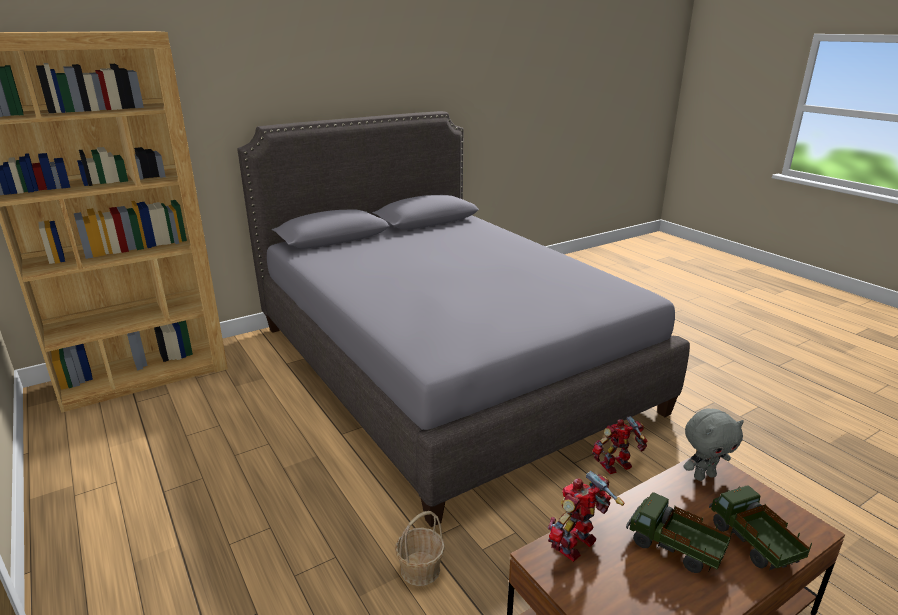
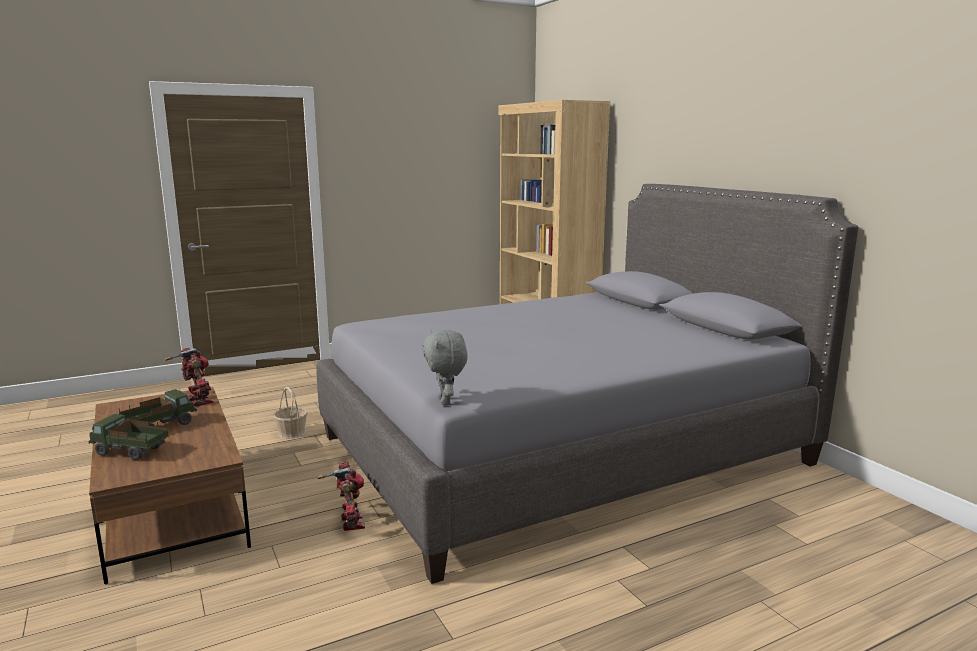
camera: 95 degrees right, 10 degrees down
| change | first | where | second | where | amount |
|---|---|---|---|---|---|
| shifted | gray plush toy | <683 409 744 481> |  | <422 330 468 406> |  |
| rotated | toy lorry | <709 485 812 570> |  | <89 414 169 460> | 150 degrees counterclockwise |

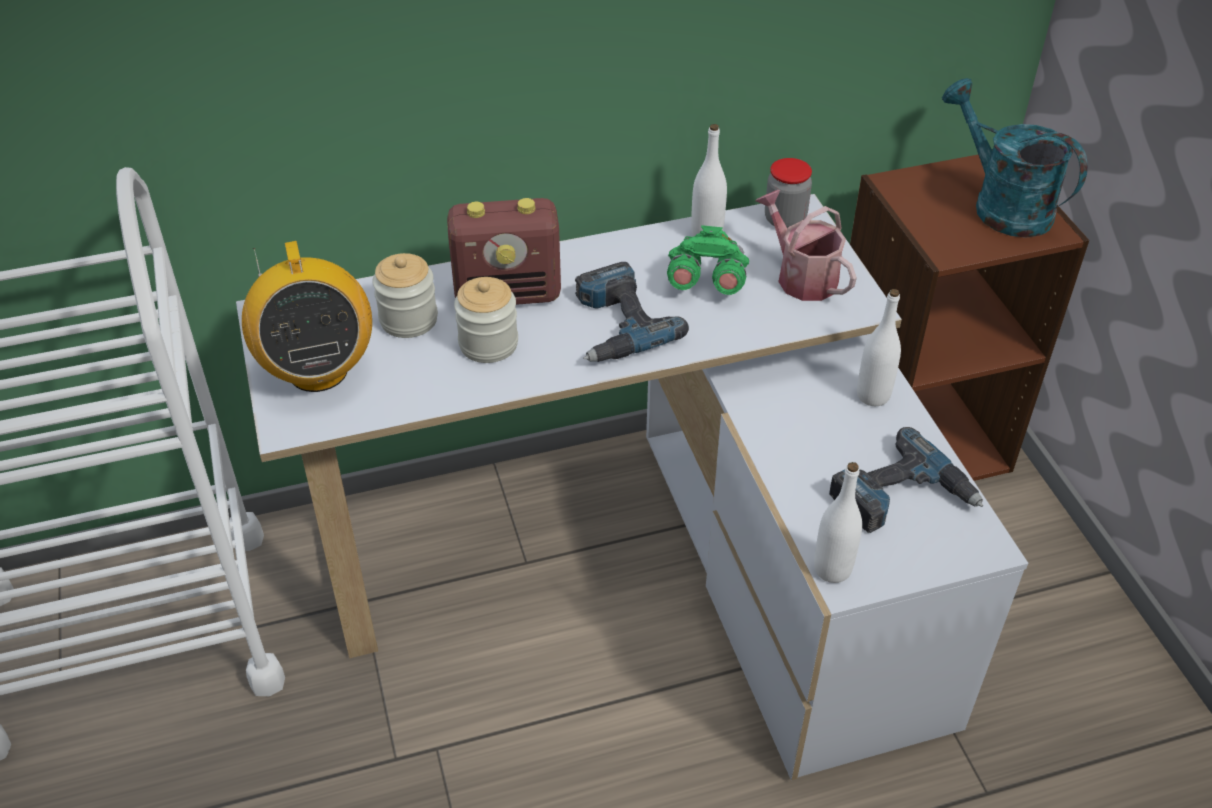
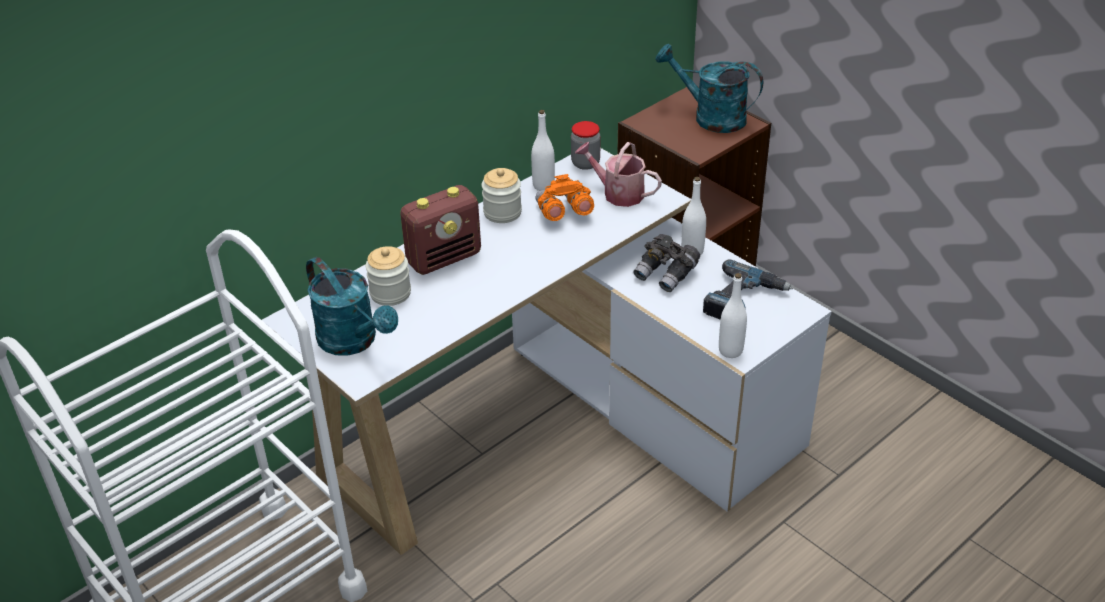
camera: 25 degrees left, 5 degrees down
| change | first | where | second | where | amount |
|---|---|---|---|---|---|
| repainted | green-coloured field glasses | <667 225 749 295> | orangey field glasses | <535 174 594 221> |  |
| swapped | radio receiver | <242 241 372 392> | turquoise-coloured watering pot | <306 257 398 356> |  |
| gone | electric drill | <575 262 689 362> |  |  |  |
| shifted | storage jar | <454 277 518 363> |  | <482 168 522 223> |  |
| new |  |  | gray field glasses | <633 234 700 292> |  |

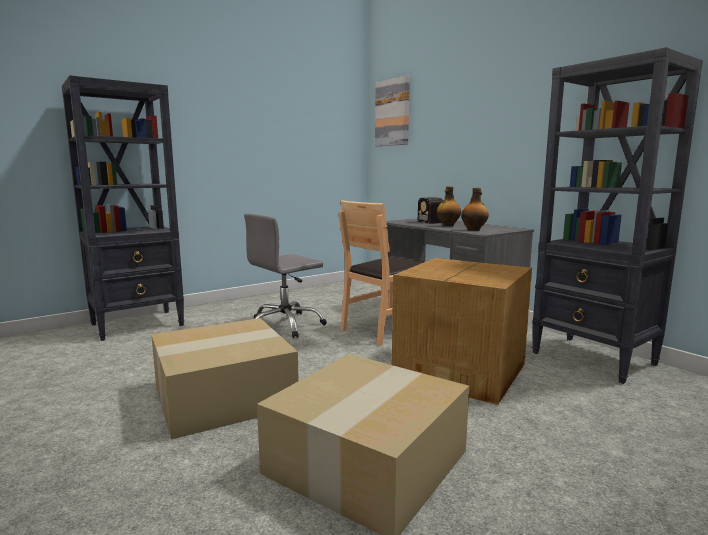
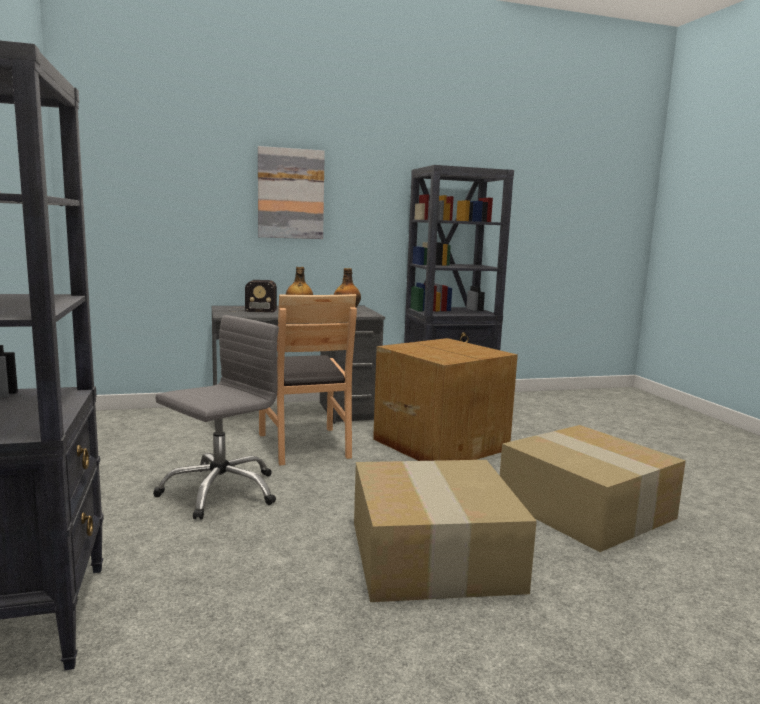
camera: 70 degrees left, 0 degrees up
| change | first | where | second | where | amount |
|---|---|---|---|---|---|
| shifted | picture | <375 75 410 146> |  | <258 146 325 239> |  |
| rotated | gray computer chair | <244 214 327 338> |  | <153 315 279 520> | 120 degrees counterclockwise |

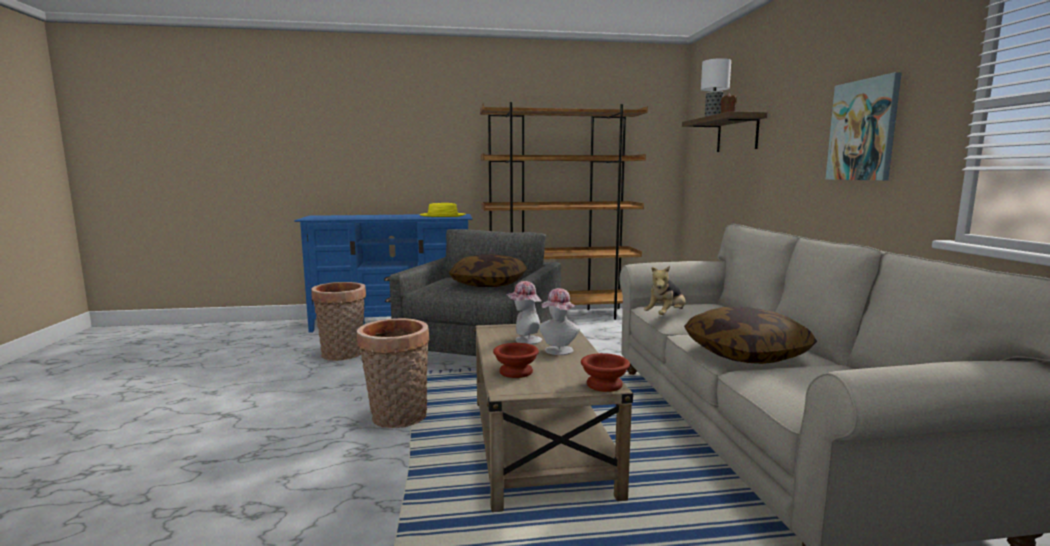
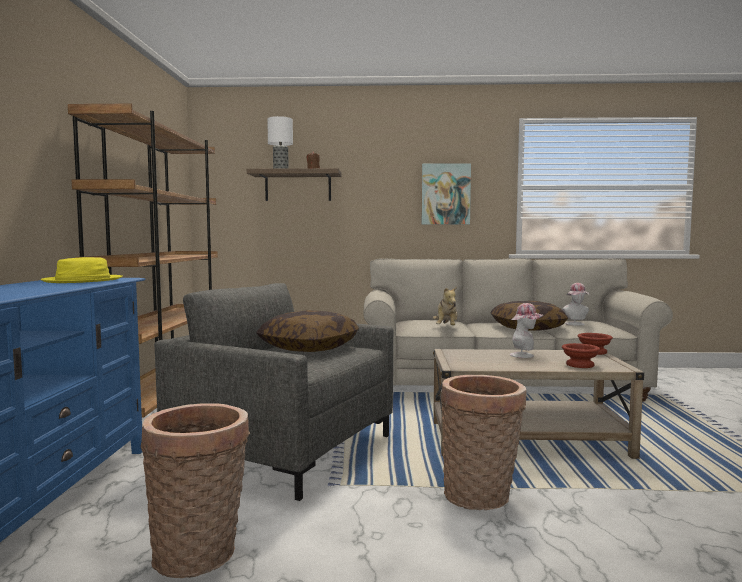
camera: 80 degrees left, 5 degrees down
| change | first | where | second | where | amount |
|---|---|---|---|---|---|
| rotated | plush toy | <644 266 686 315> |  | <433 286 458 325> | 45 degrees clockwise |
| shifted | wearable hat | <506 281 542 344> |  | <562 283 590 326> |  |

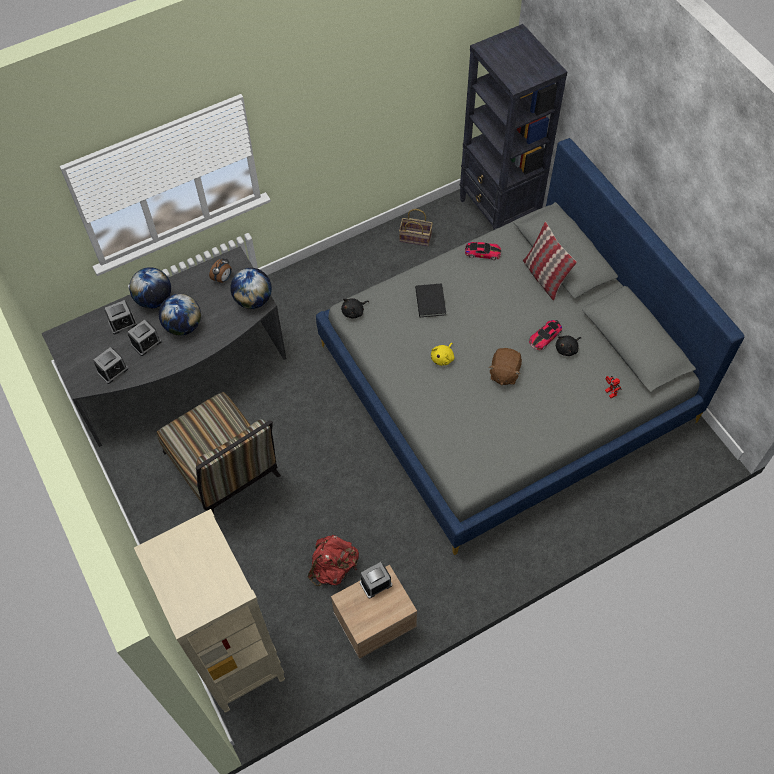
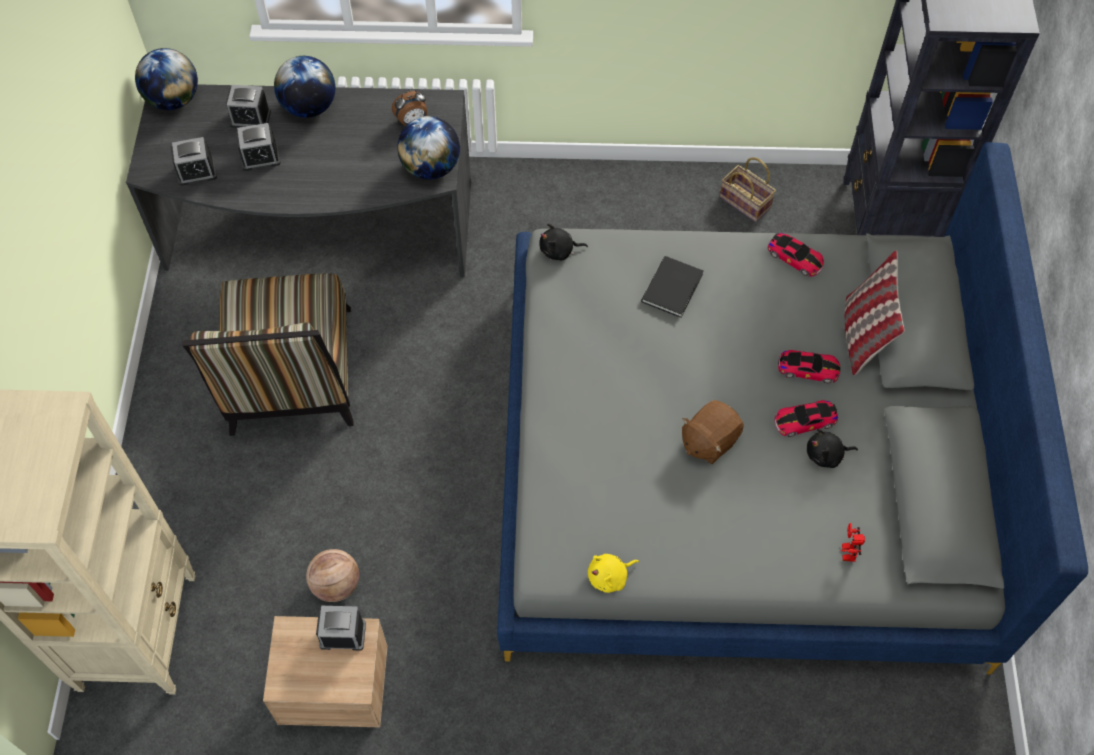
camera: 30 degrees right, 0 degrees up
| change | first | where | second | where | amount |
|---|---|---|---|---|---|
| shifted | globe | <159 294 201 335> |  | <135 48 198 110> |  |
| shifted | yellow plush toy | <431 343 454 366> |  | <588 554 639 593> |  |
| swapped | red-coloured knapsack | <308 535 359 586> | basketball | <306 549 359 602> |  |
| new |  |  | miniature car | <778 350 841 384> |  |

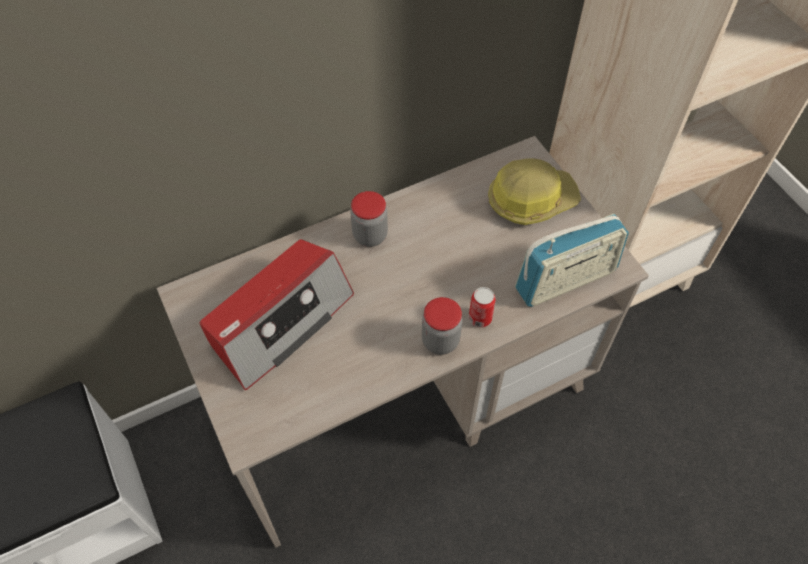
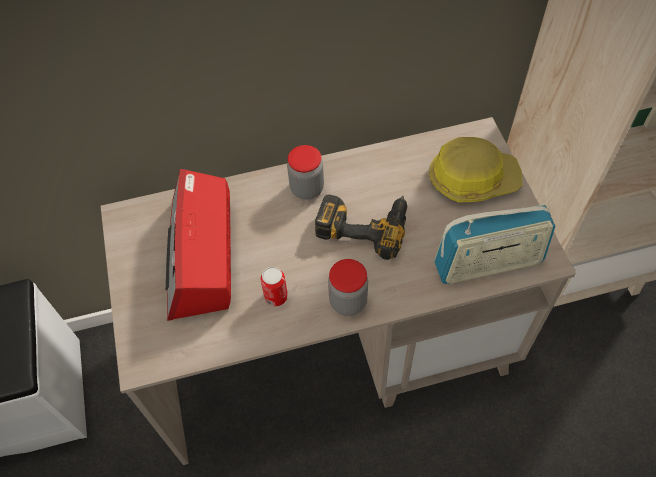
camera: 15 degrees right, 0 degrees up
| change | first | where | second | where | amount |
|---|---|---|---|---|---|
| rotated | radio receiver | <199 239 354 390> |  | <166 169 231 321> | 120 degrees clockwise |
| shifted | can | <469 287 496 328> |  | <260 267 288 306> |  |
| new |  |  | electric drill | <315 194 407 260> |  |

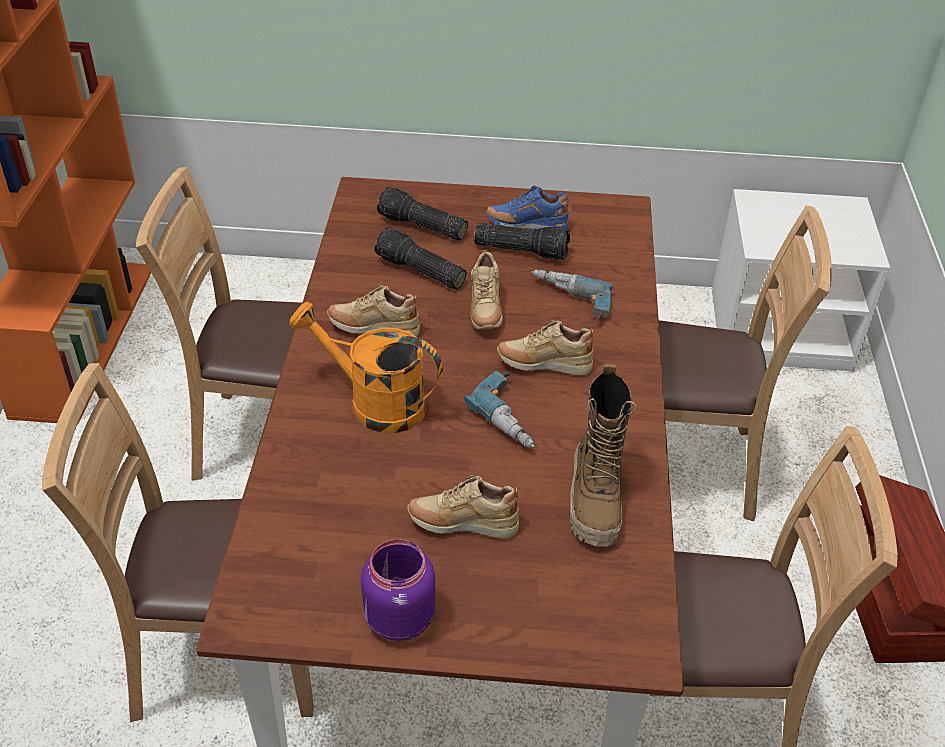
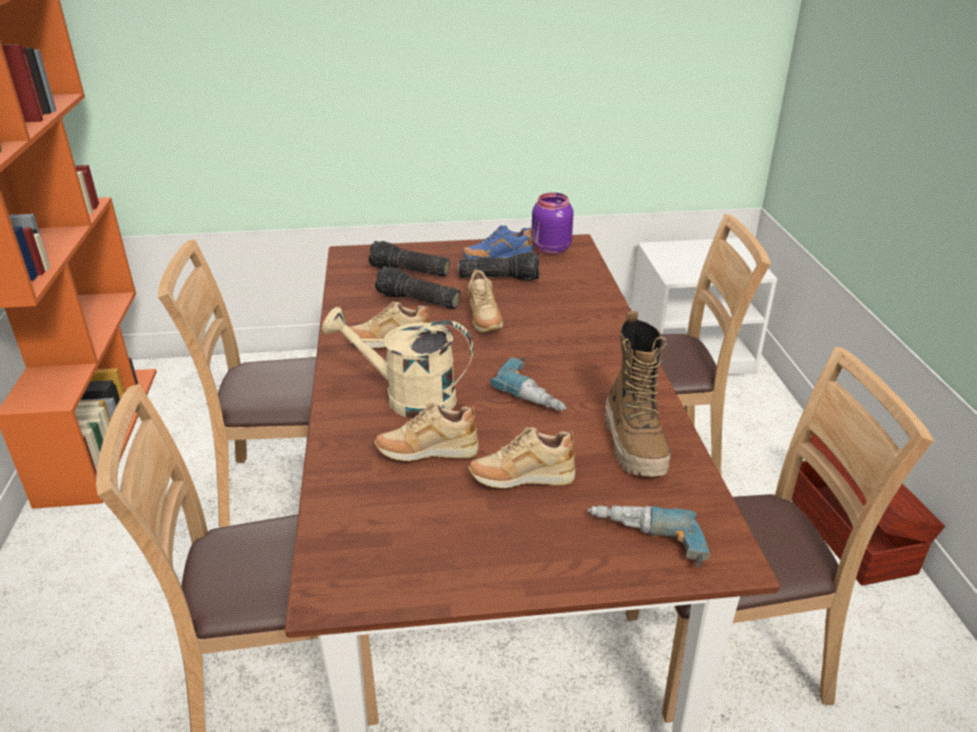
camera: 10 degrees left, 10 degrees down
| change | first | where | second | where | amount |
|---|---|---|---|---|---|
| shifted | electric drill | <531 269 613 320> |  | <588 505 710 567> |  |
| repainted | orangey watering pot | <289 302 443 433> | beige watering pot | <322 307 473 418> |  |
| shifted | beige item of footwear | <497 320 593 376> |  | <374 402 479 461> |  |
| shifted | purple-coloured storage jar | <361 539 435 641> |  | <531 193 574 255> |  |

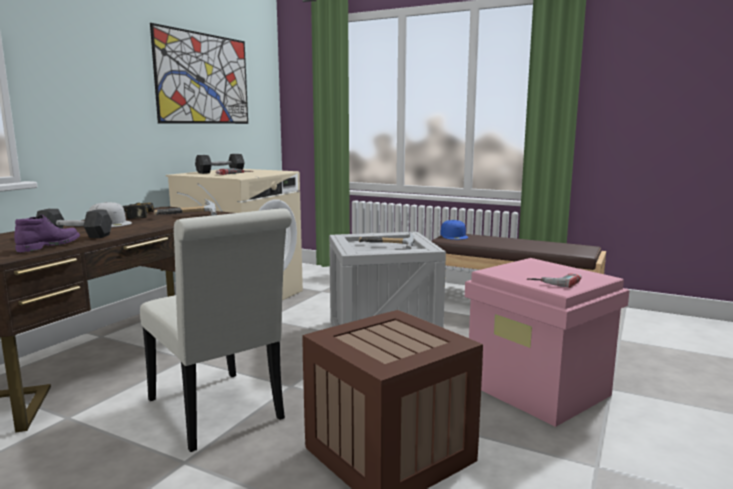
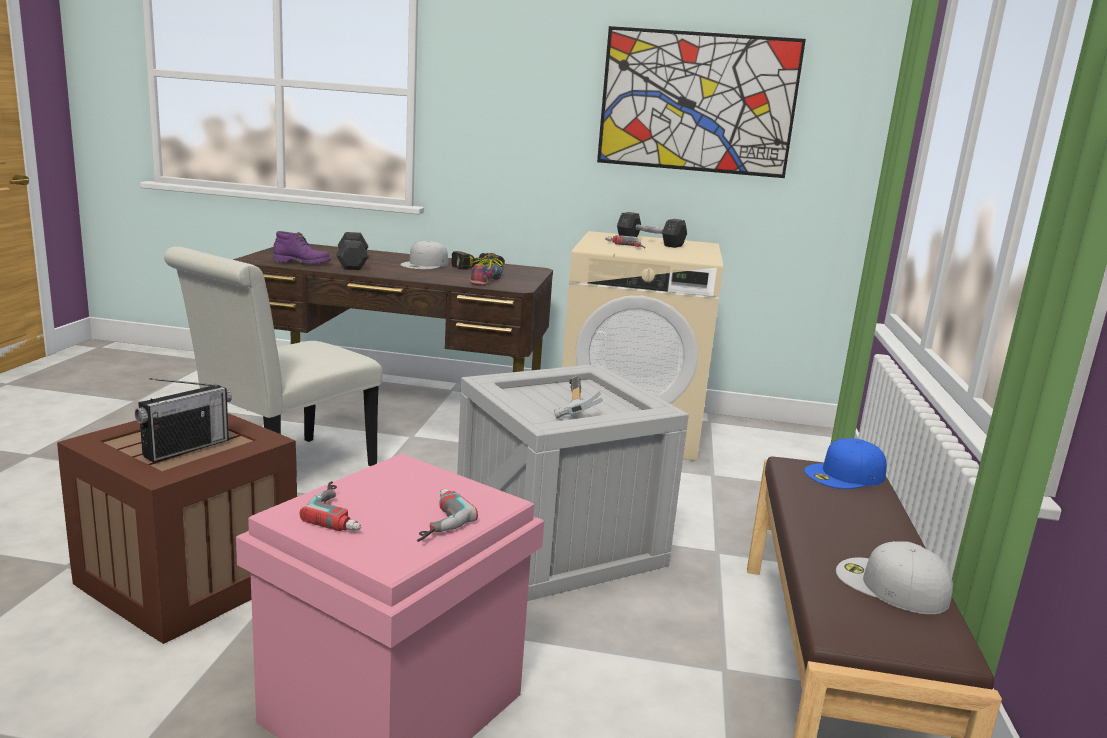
camera: 70 degrees right, 5 degrees up
| change | first | where | second | where | amount |
|---|---|---|---|---|---|
| swapped | tool hammer | <154 199 217 216> | item of footwear | <470 258 503 286> |  |
| new |  |  | radio receiver | <135 378 232 462> |  |
| new |  |  | electric drill | <417 489 478 542> |  |
| new |  |  | whitish baseball cap | <836 541 953 614> |  |

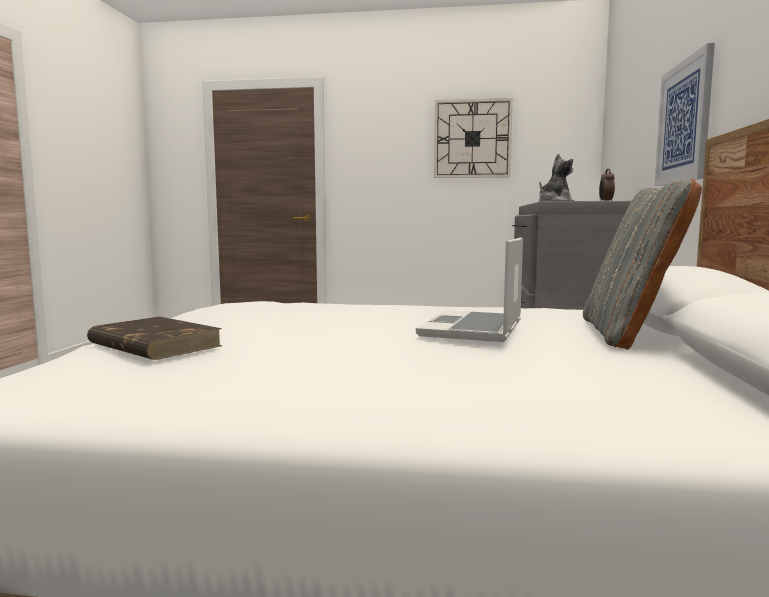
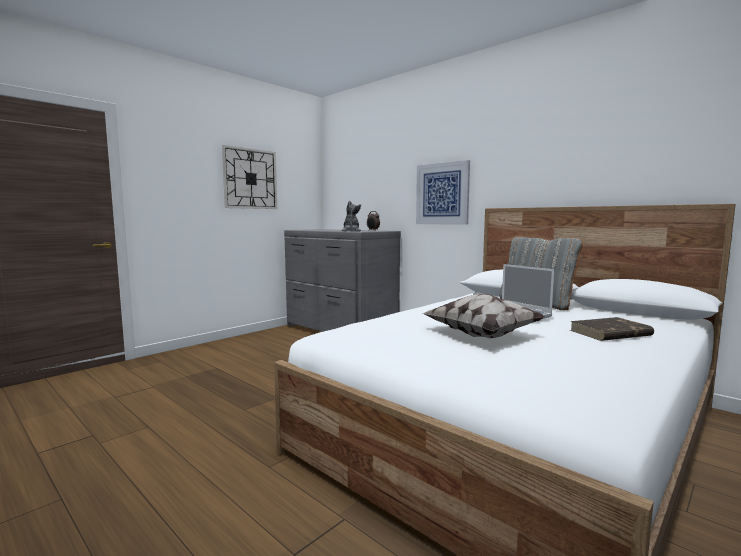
camera: 55 degrees left, 0 degrees up
| change | first | where | second | where | amount |
|---|---|---|---|---|---|
| shifted | brownish volume | <87 316 222 360> |  | <570 317 654 341> |  |
| new |  |  | cushion | <422 293 545 338> |  |

